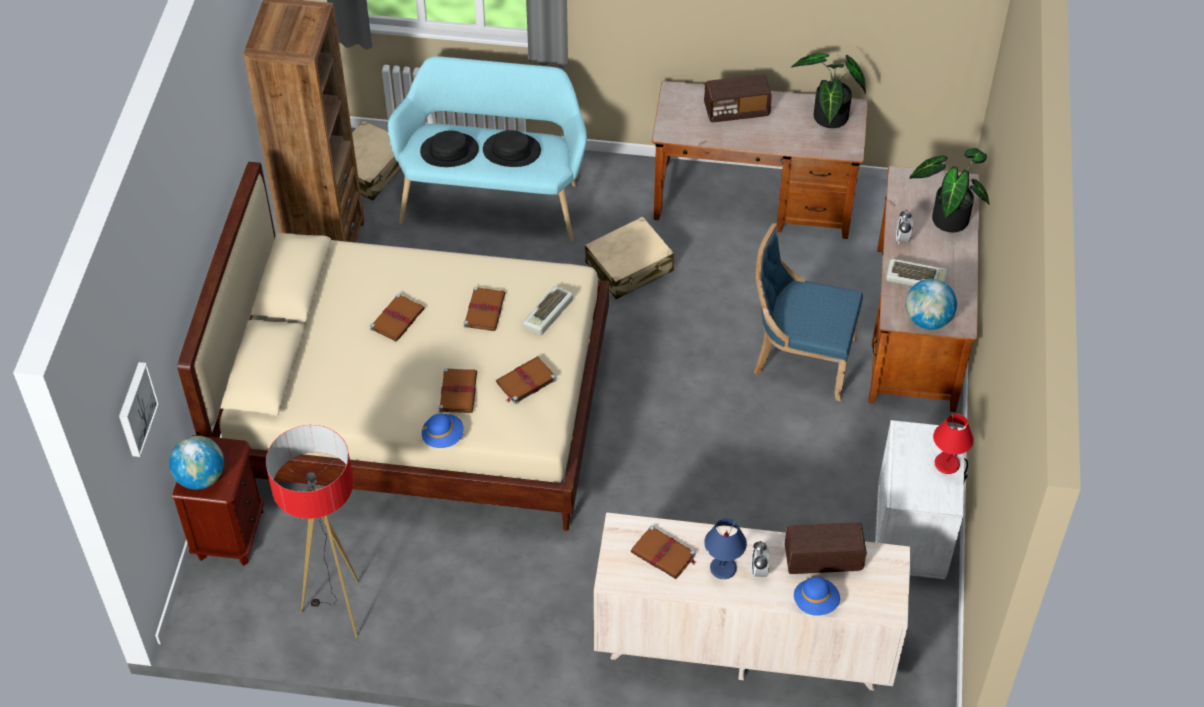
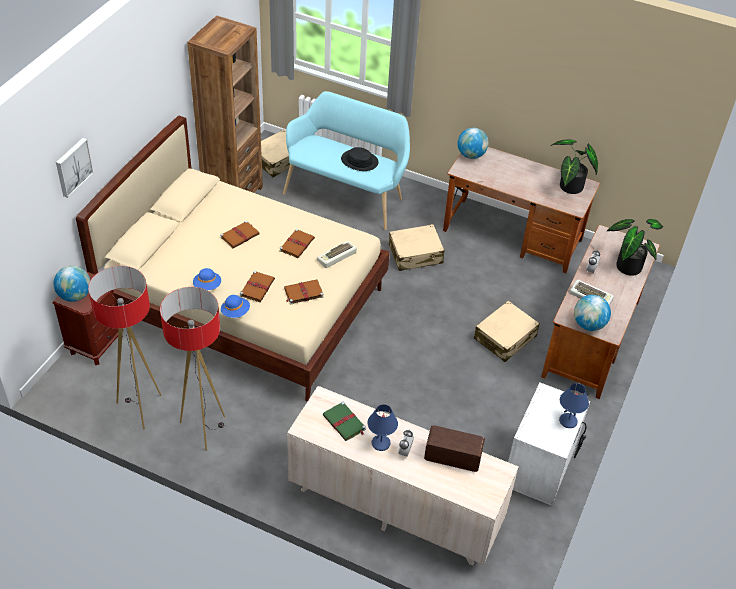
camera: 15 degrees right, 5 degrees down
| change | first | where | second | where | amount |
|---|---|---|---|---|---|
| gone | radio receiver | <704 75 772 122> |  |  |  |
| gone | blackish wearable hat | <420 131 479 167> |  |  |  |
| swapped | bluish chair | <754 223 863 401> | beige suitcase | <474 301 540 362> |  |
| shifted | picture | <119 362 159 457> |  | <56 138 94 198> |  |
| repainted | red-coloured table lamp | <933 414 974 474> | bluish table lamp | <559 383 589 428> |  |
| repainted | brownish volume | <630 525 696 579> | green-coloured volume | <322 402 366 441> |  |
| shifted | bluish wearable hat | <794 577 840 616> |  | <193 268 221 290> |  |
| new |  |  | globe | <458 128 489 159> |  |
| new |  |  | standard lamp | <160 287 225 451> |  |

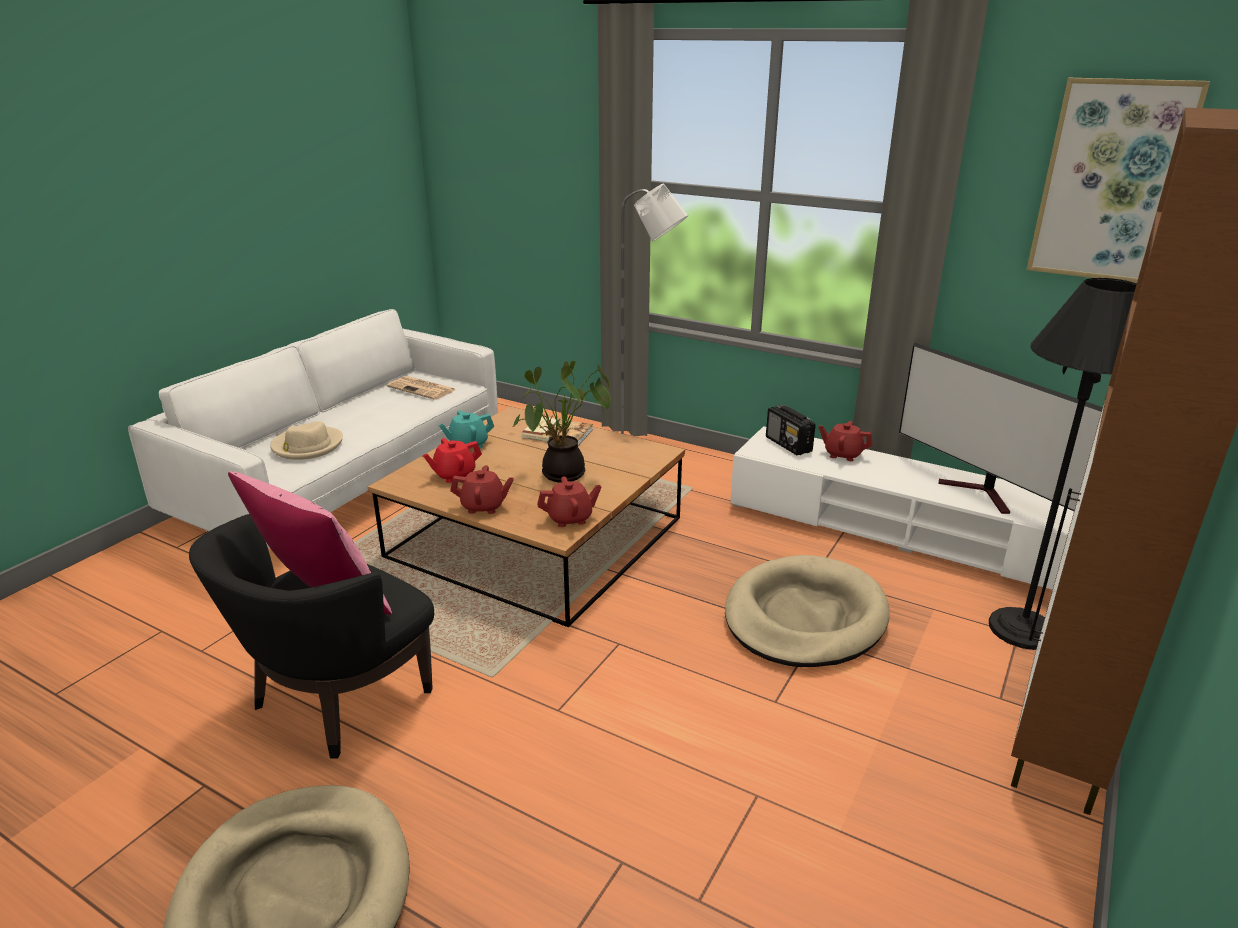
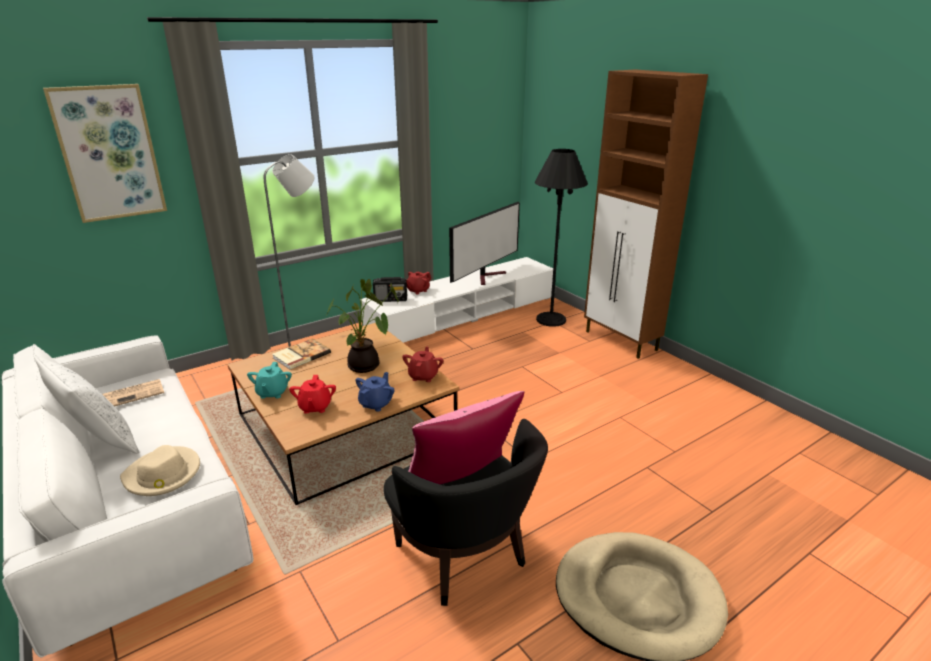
camera: 65 degrees left, 0 degrees up
| change | first | where | second | where | amount |
|---|---|---|---|---|---|
| shifted | picture | <1026 78 1210 283> |  | <43 84 167 223> |  |
| rotated | TV set | <899 342 1103 514> |  | <449 202 520 285> | 45 degrees counterclockwise |
| repainted | red-coloured pot for tea | <450 465 514 514> | bluish pot for tea | <356 372 395 411> |  |
| gone | beige pet bed | <725 555 890 667> |  |  |  |
| new |  |  | whitish cushion | <34 356 139 454> |  |

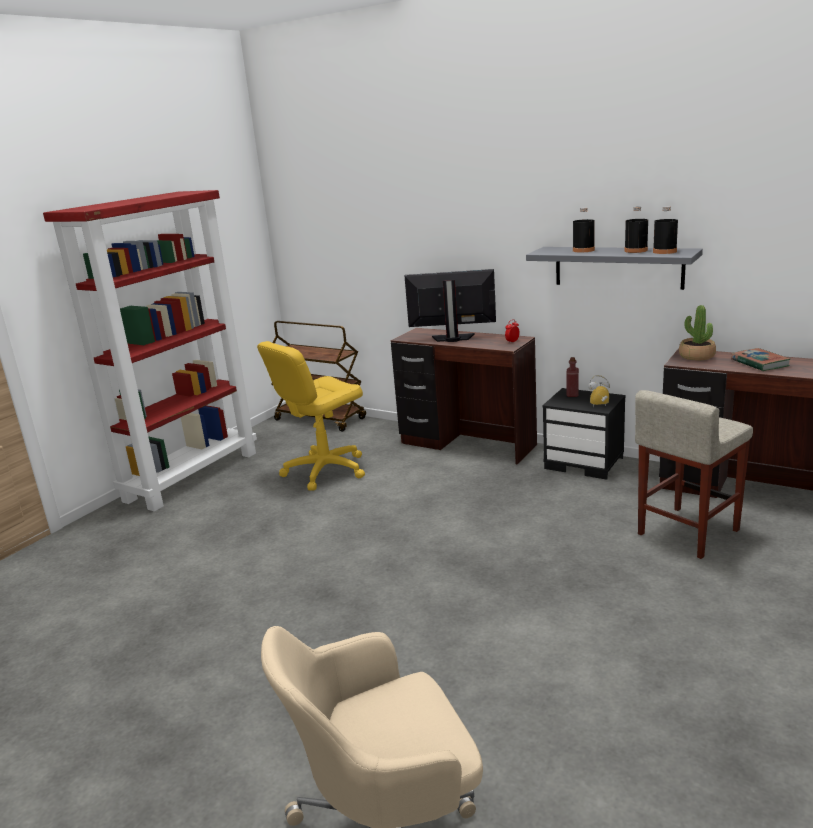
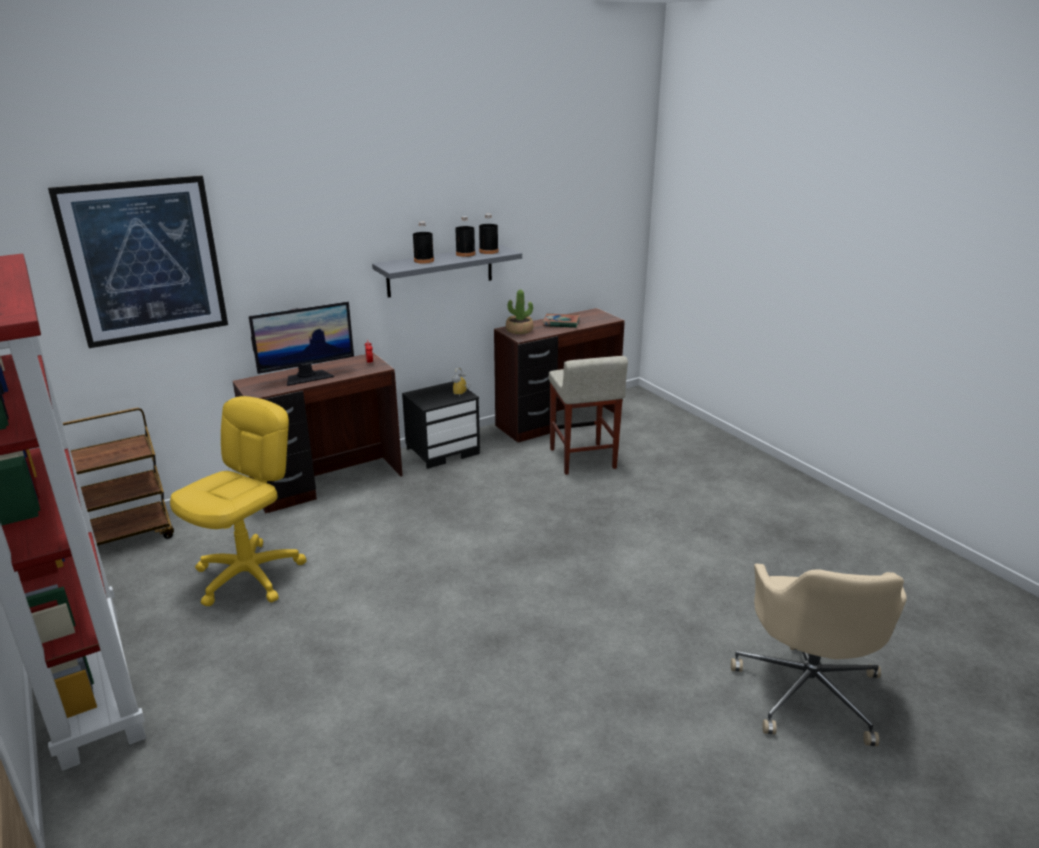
camera: 65 degrees left, 5 degrees up
| change | first | where | second | where | amount |
|---|---|---|---|---|---|
| rotated | computer screen | <404 269 496 342> |  | <249 301 354 386> | 150 degrees counterclockwise |
| rotated | yellow computer chair | <257 341 365 491> |  | <170 396 307 606> | 135 degrees counterclockwise |
| gone | red-coloured drink bottle | <566 357 579 397> |  |  |  |
| new |  |  | picture | <48 175 228 348> |  |

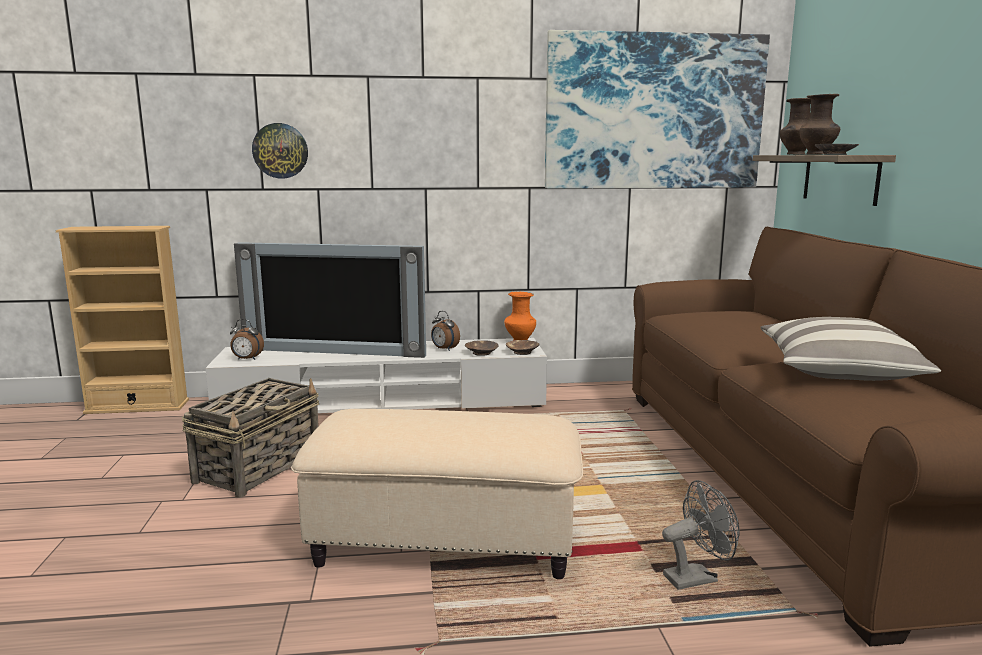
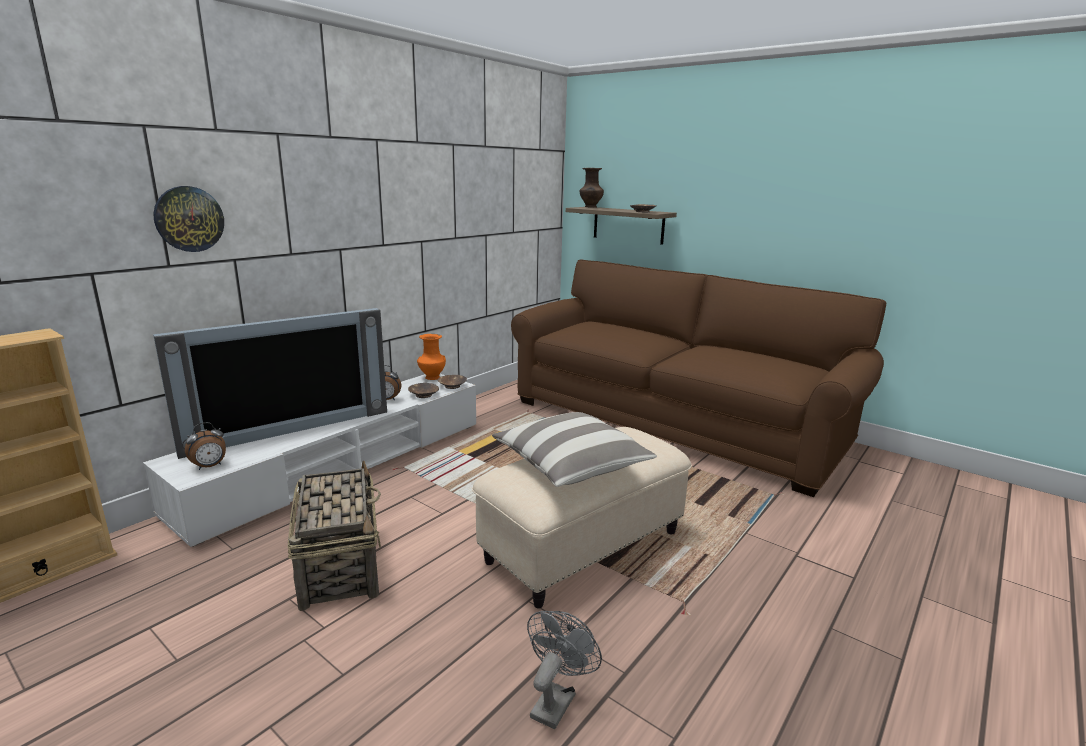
camera: 45 degrees left, 5 degrees up
| change | first | where | second | where | amount |
|---|---|---|---|---|---|
| gone | picture | <545 30 770 188> |  |  |  |
| gone | brownish vase | <799 94 841 155> |  |  |  |
| shifted | cushion | <761 317 941 381> |  | <492 412 657 487> |  |
| shifted | gray fan | <662 480 740 590> |  | <527 611 602 729> |  |

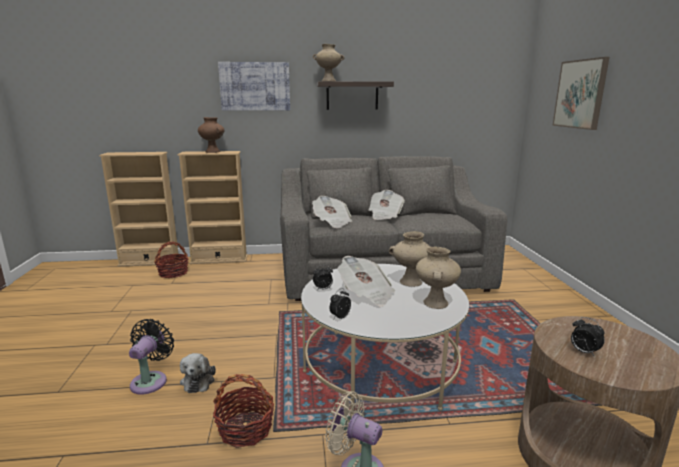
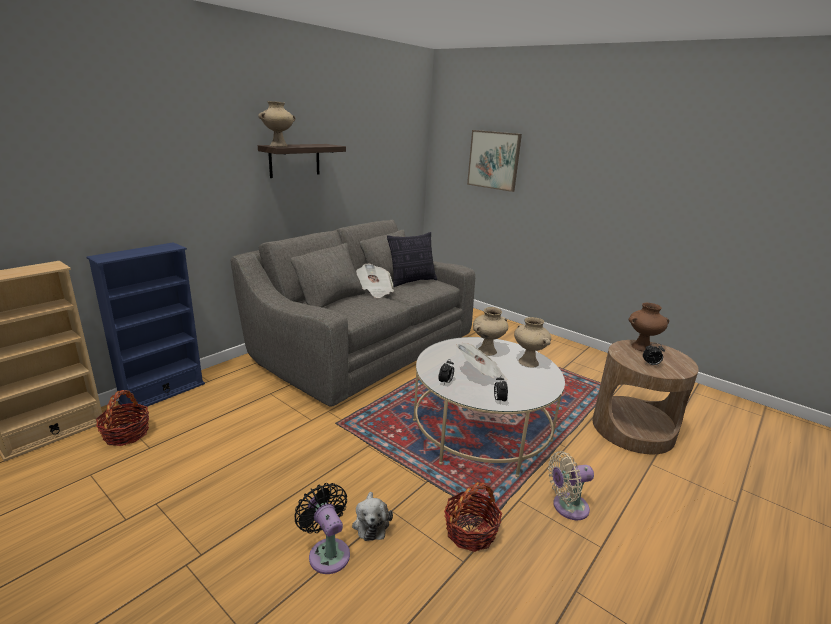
camera: 45 degrees left, 5 degrees up
| change | first | where | second | where | amount |
|---|---|---|---|---|---|
| gone | picture | <218 62 290 111> |  |  |  |
| shifted | brownish vase | <198 117 224 153> |  | <629 303 669 351> |  |
| repainted | beige bookshelf | <178 151 248 264> | bluish bookshelf | <87 242 205 412> |  |
| gone | printed paper | <312 196 352 228> |  |  |  |
| rotated | plush toy | <180 353 216 393> |  | <352 492 393 541> | 45 degrees clockwise |
| new |  |  | cushion | <387 232 437 287> |  |

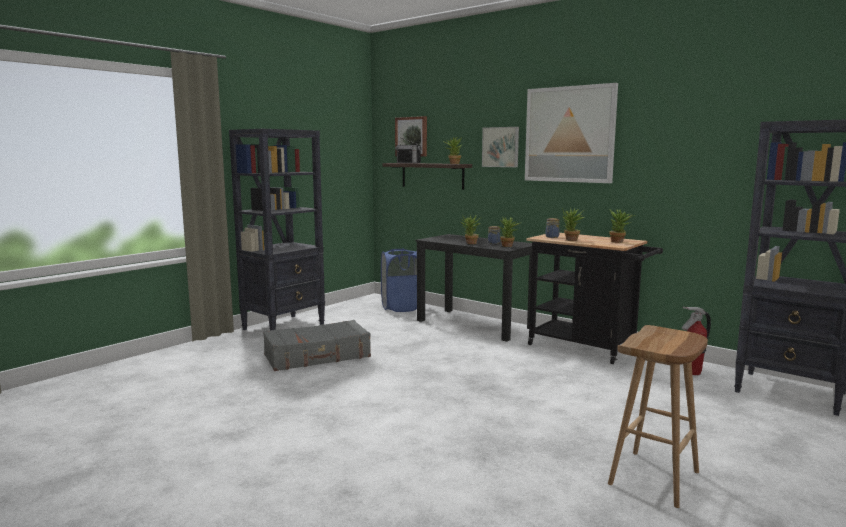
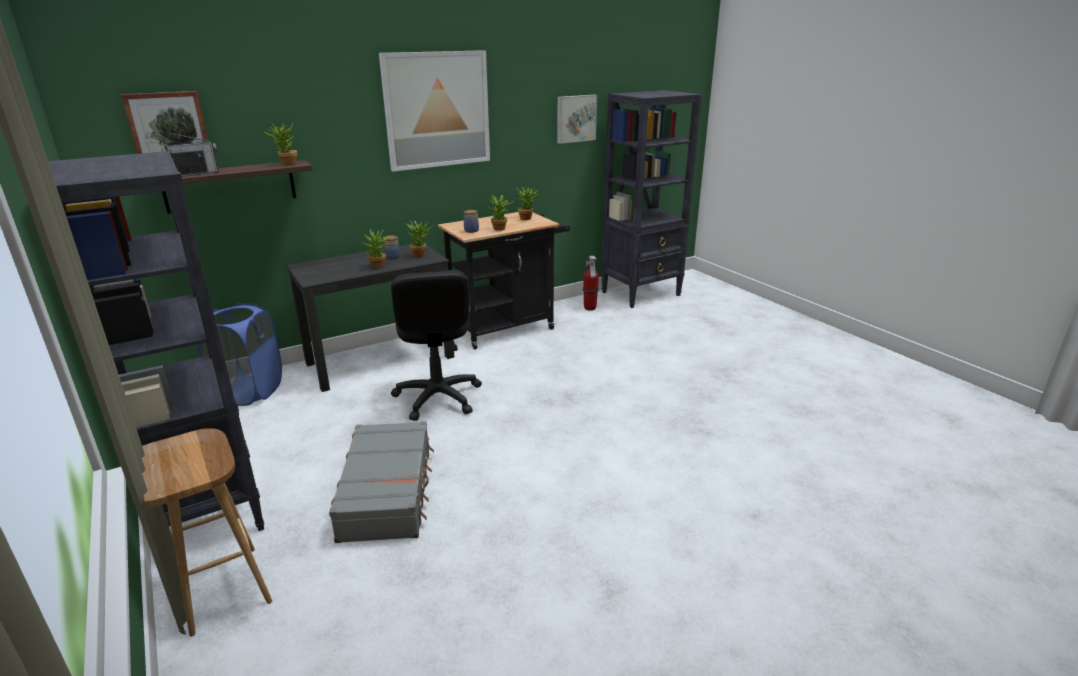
camera: 70 degrees left, 15 degrees up
| change | first | where | second | where | amount |
|---|---|---|---|---|---|
| shifted | picture | <482 127 519 167> |  | <557 95 597 144> |  |
| shifted | brownish stool | <608 325 708 508> |  | <142 428 272 637> |  |
| new |  |  | blackish computer chair | <391 270 482 421> |  |

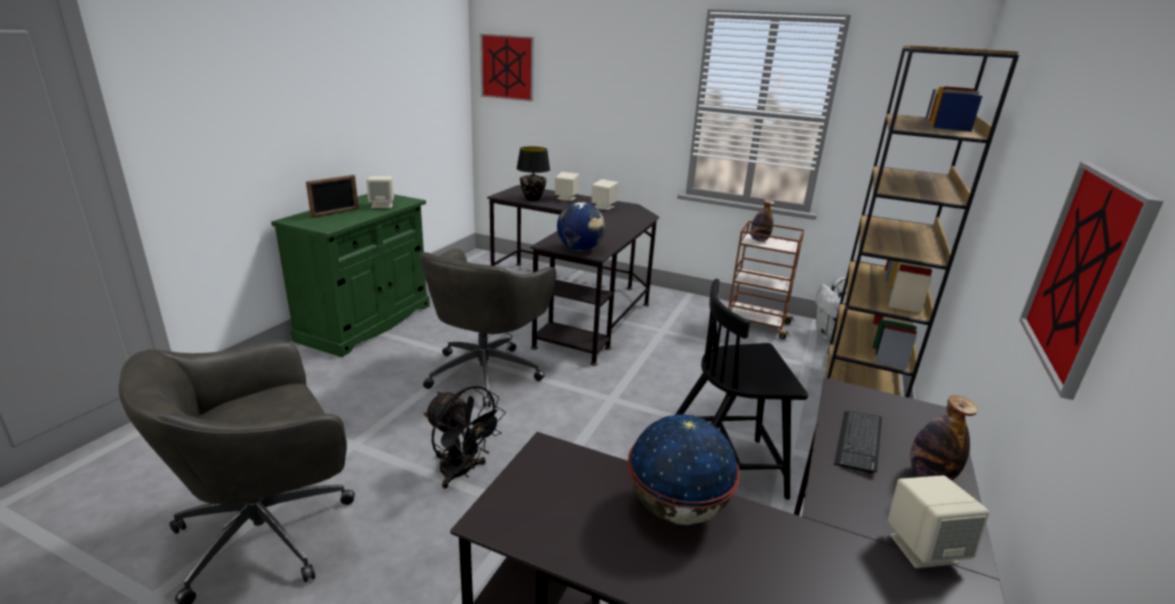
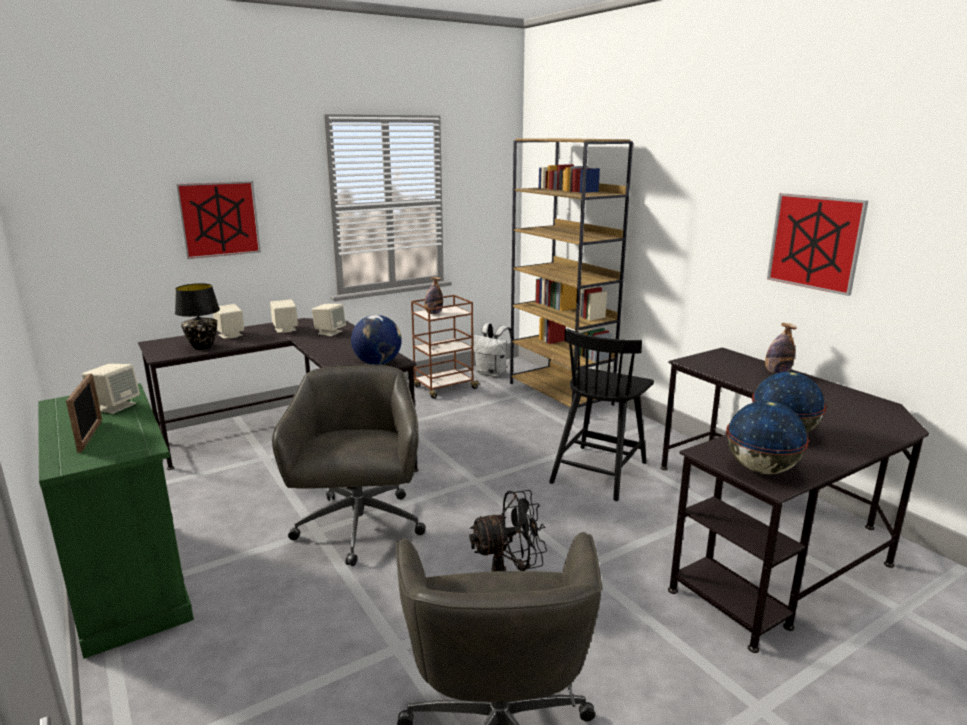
camera: 55 degrees left, 5 degrees down
| change | first | where | second | where | amount |
|---|---|---|---|---|---|
| shifted | picture | <480 34 534 102> |  | <176 181 261 259> |  |
| rotated | gray computer chair | <419 249 556 407> |  | <272 364 426 566> | 150 degrees counterclockwise |
| gone | keyboard | <834 411 882 474> |  |  |  |
| shifted | beige loudspeaker | <888 475 989 568> |  | <312 304 346 336> |  |
| new |  |  | globe | <726 401 809 474> |  |

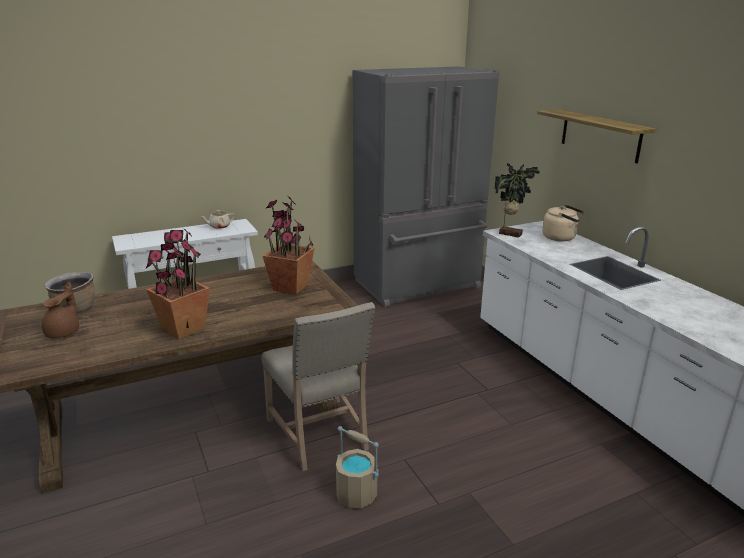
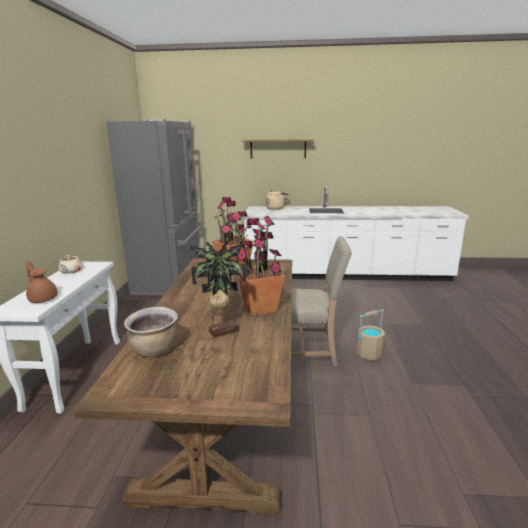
camera: 60 degrees left, 5 degrees down
| change | first | where | second | where | amount |
|---|---|---|---|---|---|
| shifted | houseplant | <495 163 540 238> |  | <190 241 246 338> |  |
| shifted | brownish pot for tea | <42 283 79 338> |  | <26 261 58 303> |  |

